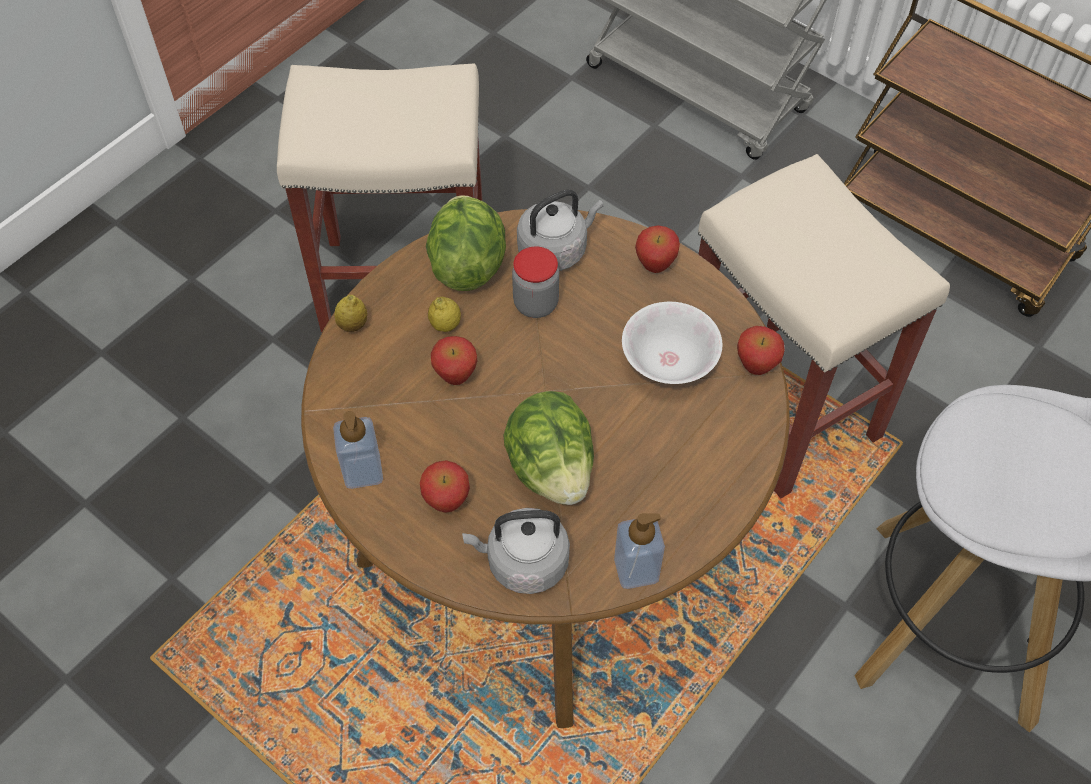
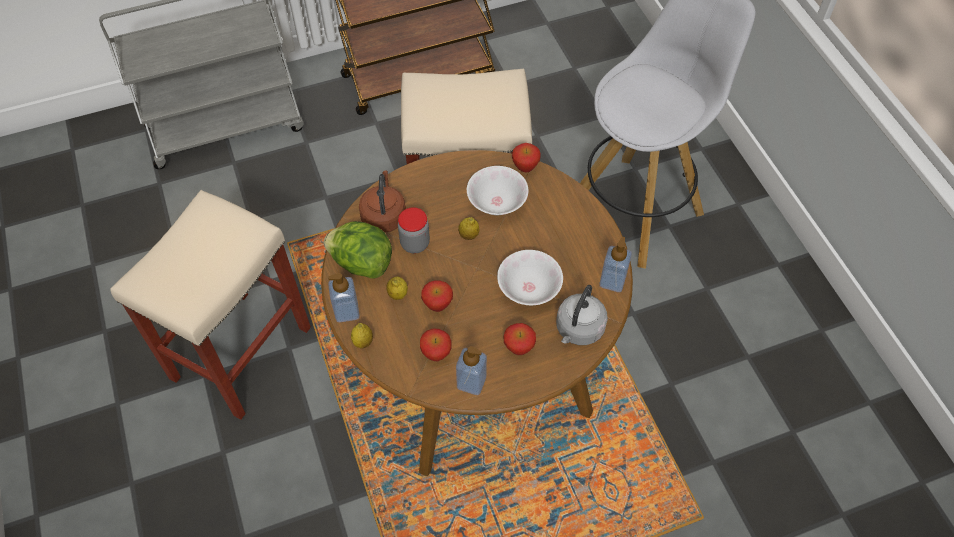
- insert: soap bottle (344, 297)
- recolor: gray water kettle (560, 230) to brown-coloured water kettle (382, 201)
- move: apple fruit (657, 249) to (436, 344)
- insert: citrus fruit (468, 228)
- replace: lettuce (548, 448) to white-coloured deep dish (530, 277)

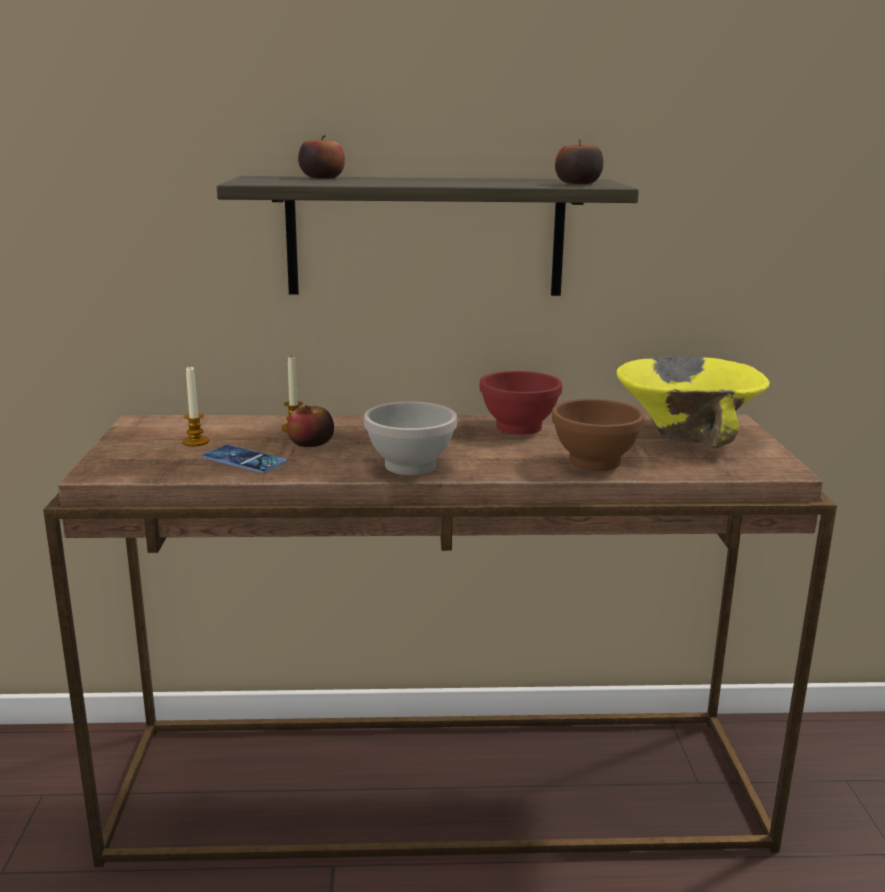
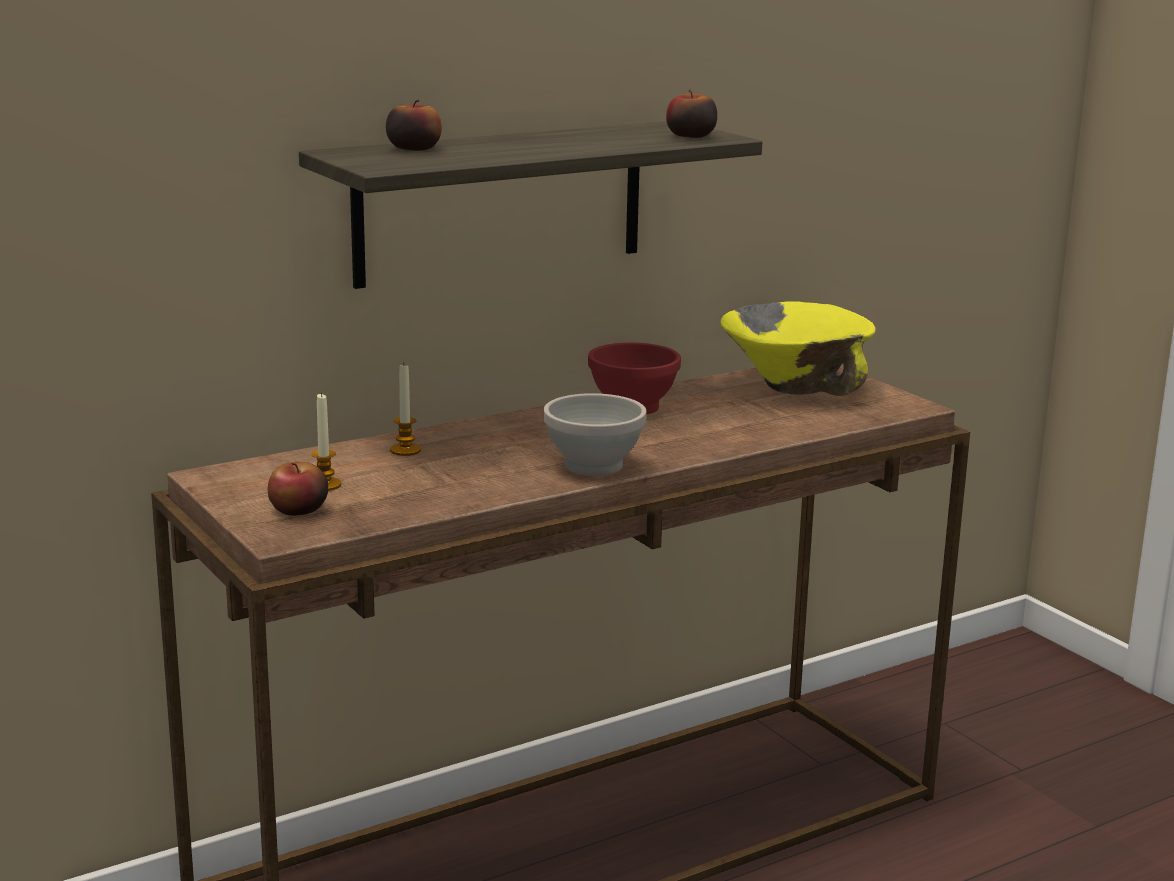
- move: apple fruit (310, 426) to (298, 489)
- delete: handset (244, 459)
- delete: brown-coloured deep dish (598, 435)

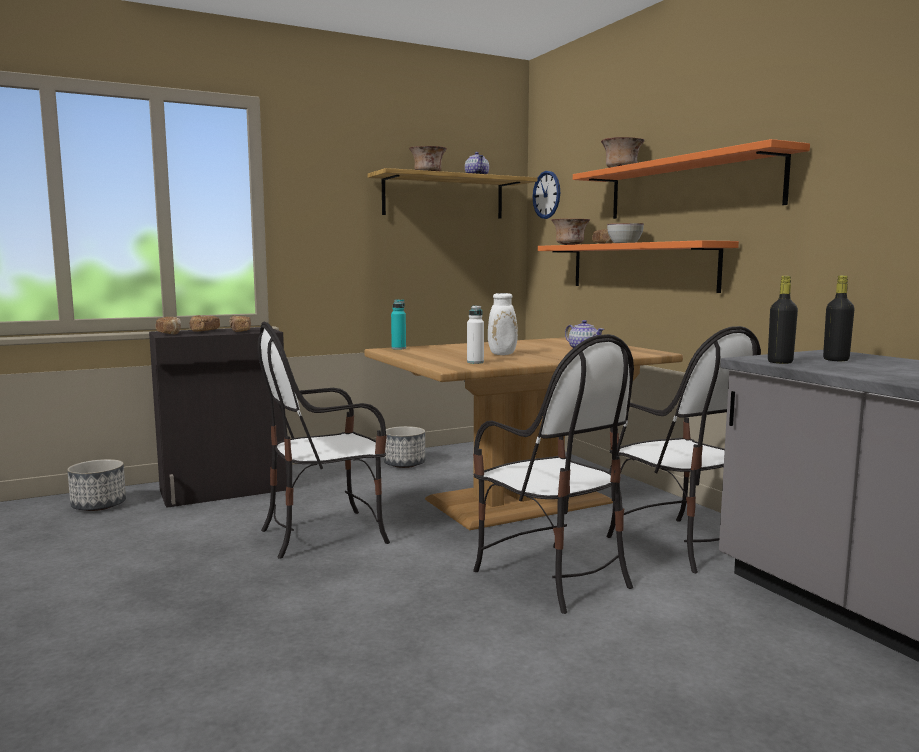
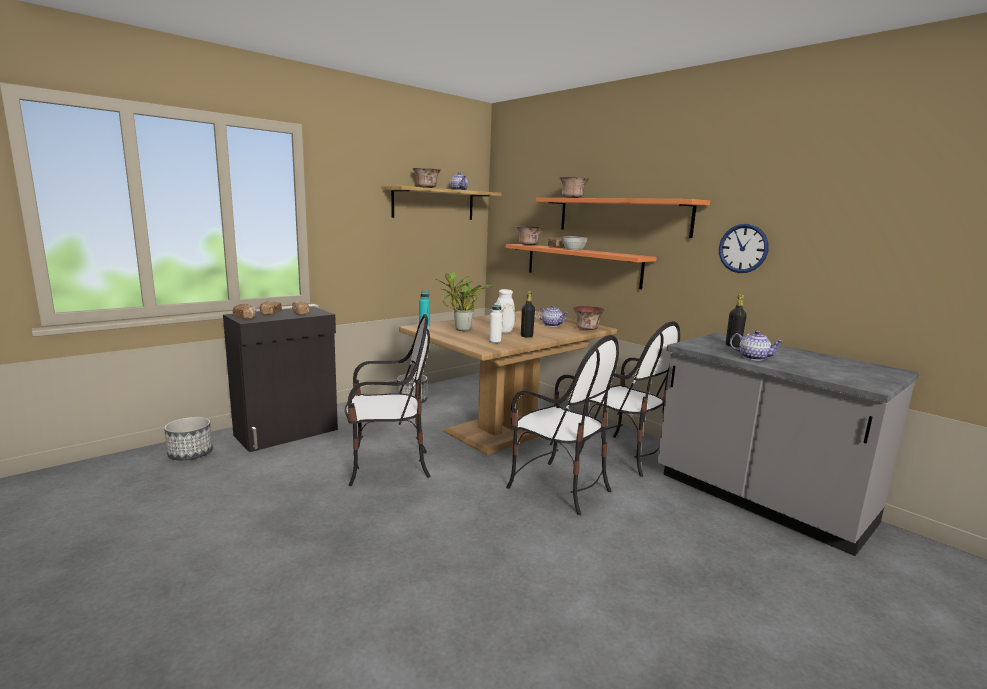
- rotate: upright chair (323, 440) = (388, 400) 150 degrees counterclockwise
- insert: houseplant (463, 301)
- move: blackish beverage bottle (783, 320) to (528, 314)
- insert: deep dish (589, 318)
- move: clock on the wall (546, 195) to (744, 248)
- insert: tea pot (757, 345)

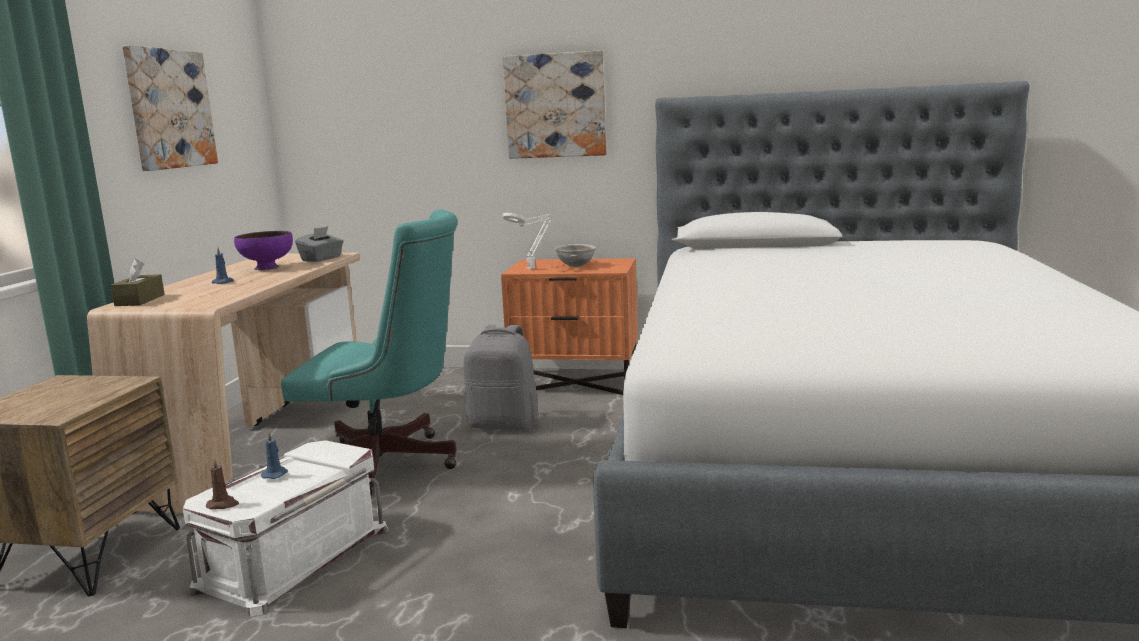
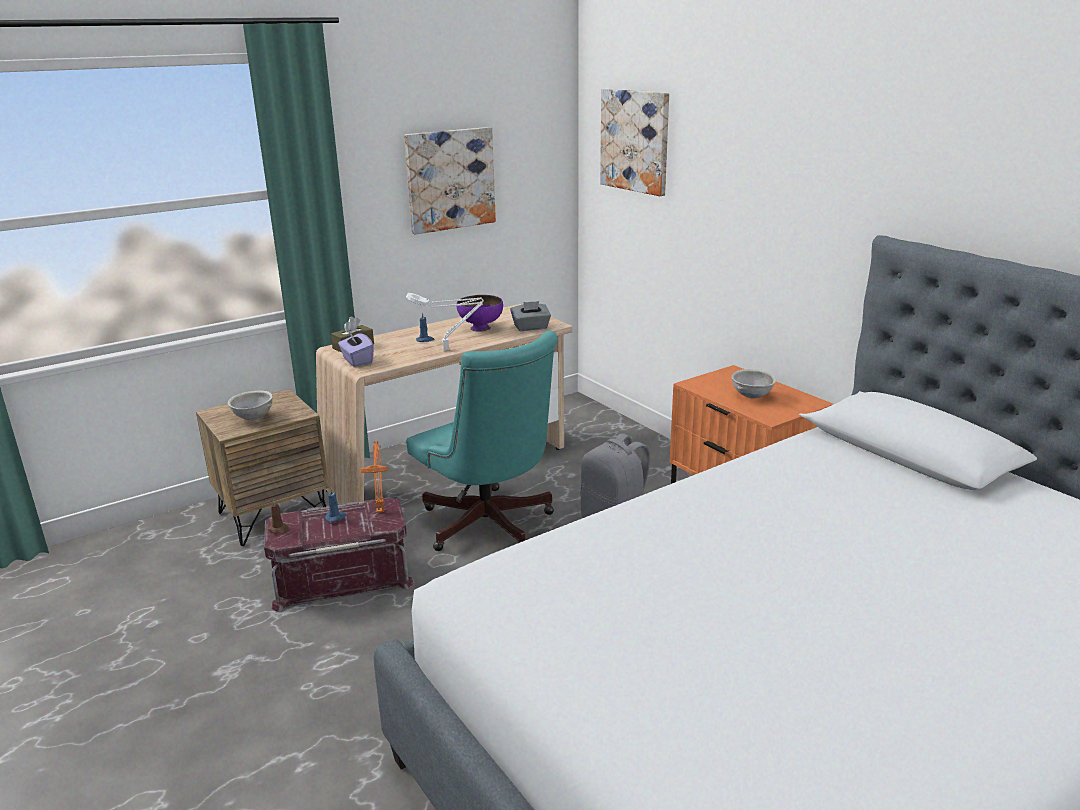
- insert: gray deep dish (250, 405)
- recolor: white-coloured storage box (286, 528) to reddish storage box (339, 554)
- insert: purple-coloured tissue box (356, 348)
- insert: orange-coloured table lamp (374, 477)
- move: white-coloured table lamp (527, 241) to (445, 322)
- move: wall picture (555, 104) to (634, 142)

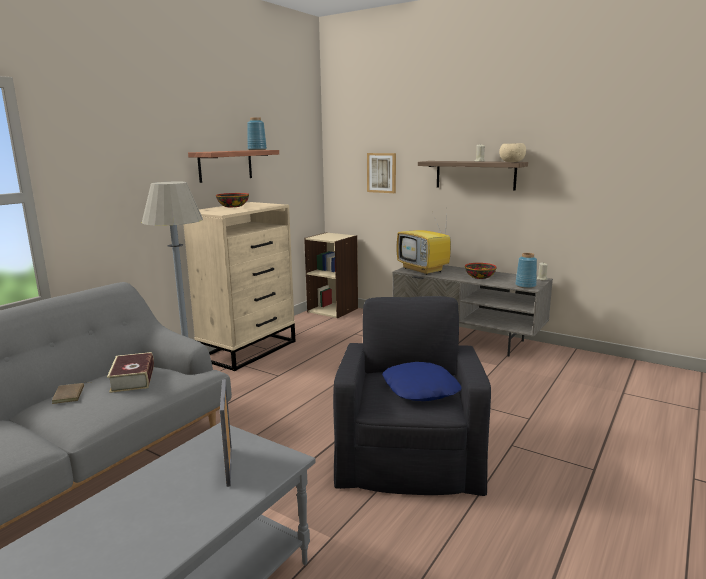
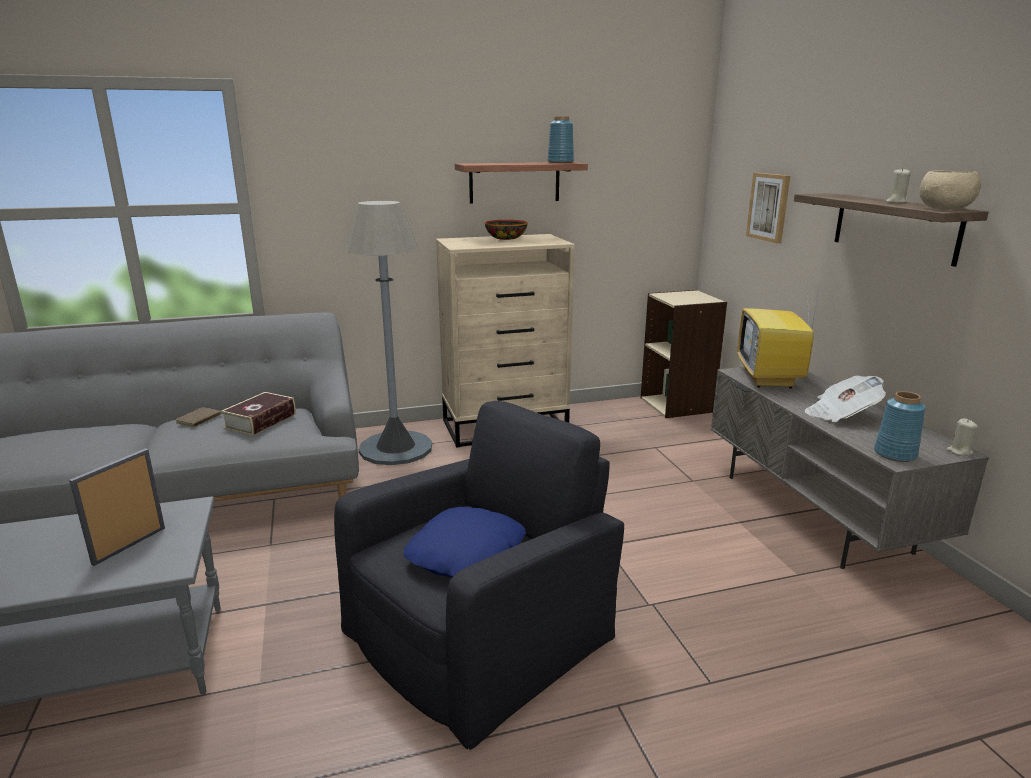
- replace: deep dish (481, 271) to newspaper (845, 399)

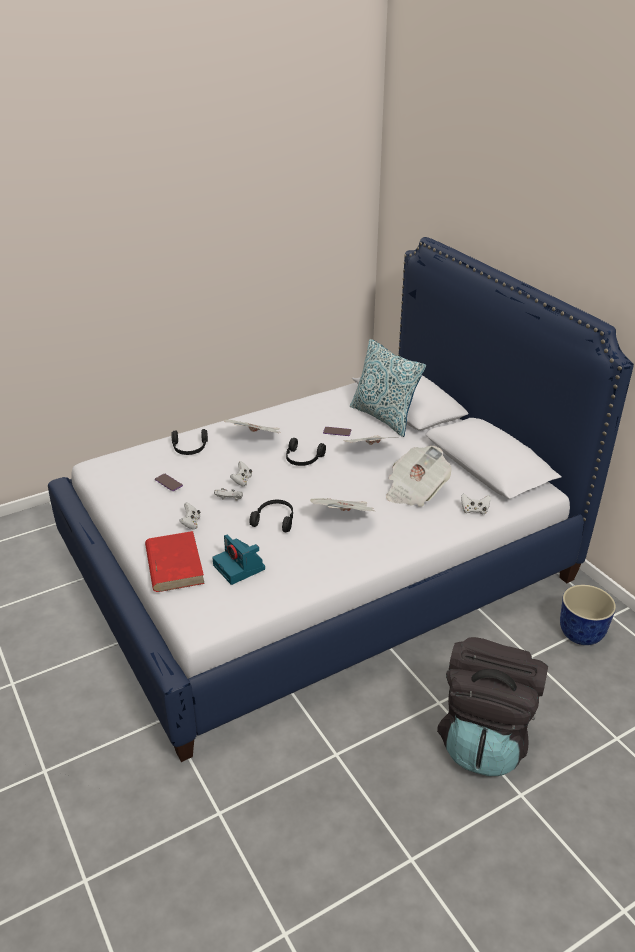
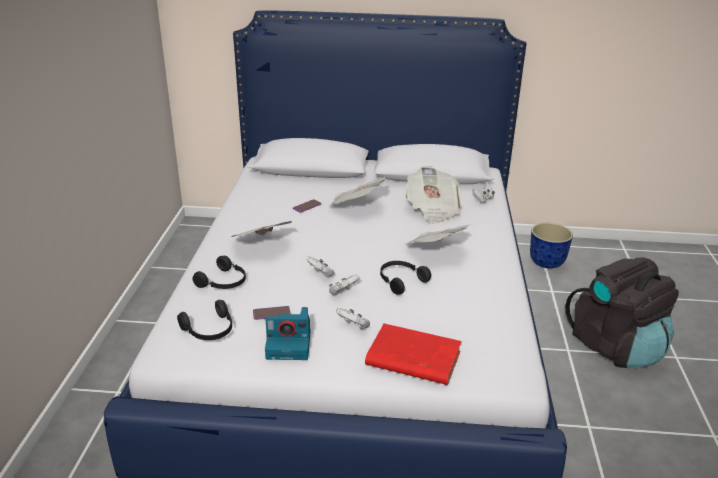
- move: blackish pair of headphones (306, 452) to (204, 320)
- move: still camera (238, 559) to (288, 333)
- delete: pillow (388, 388)

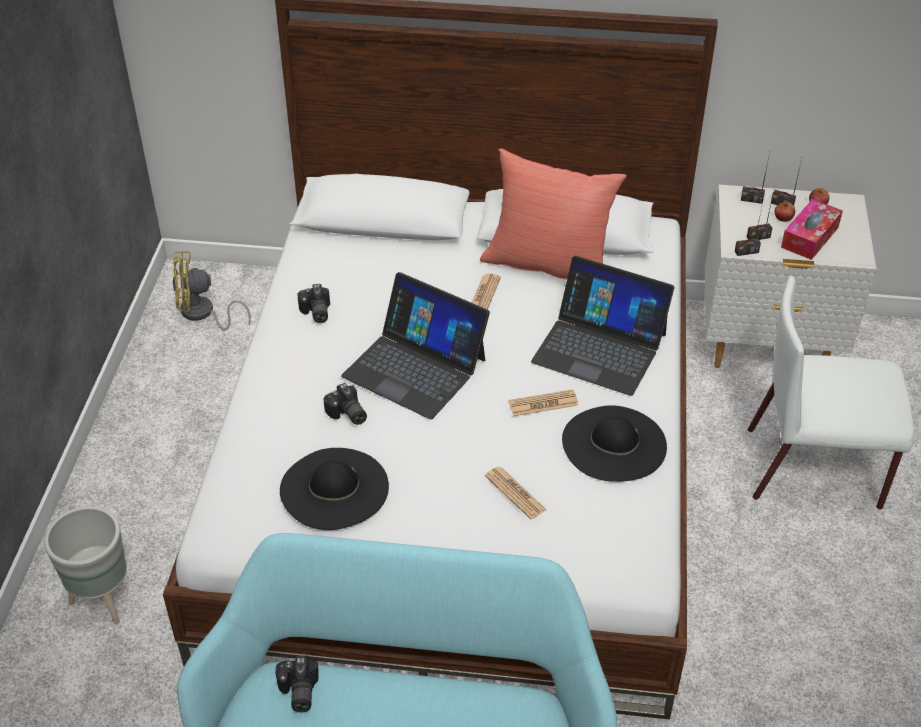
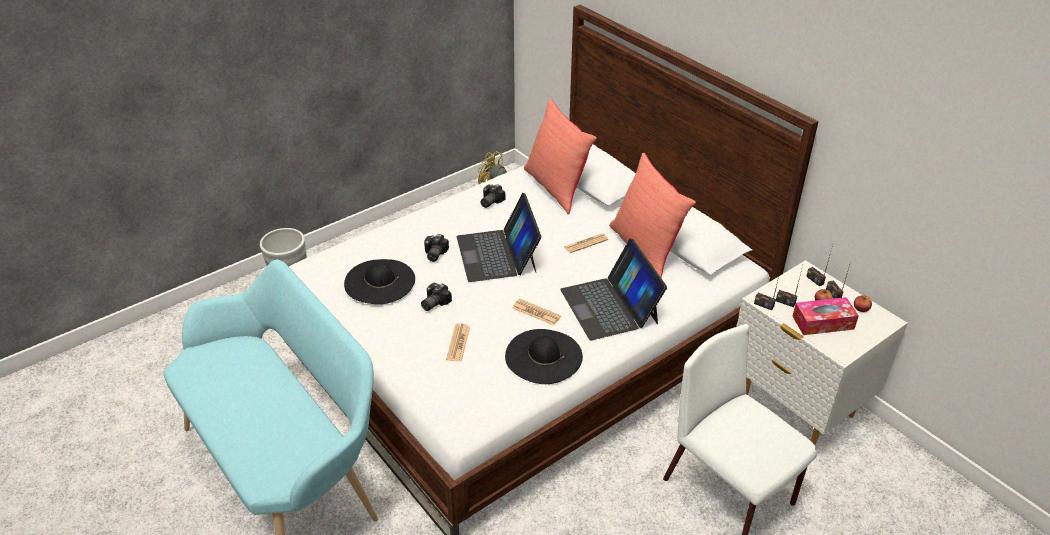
- move: still camera (297, 683) to (436, 297)
- insert: reddish pillow (560, 156)

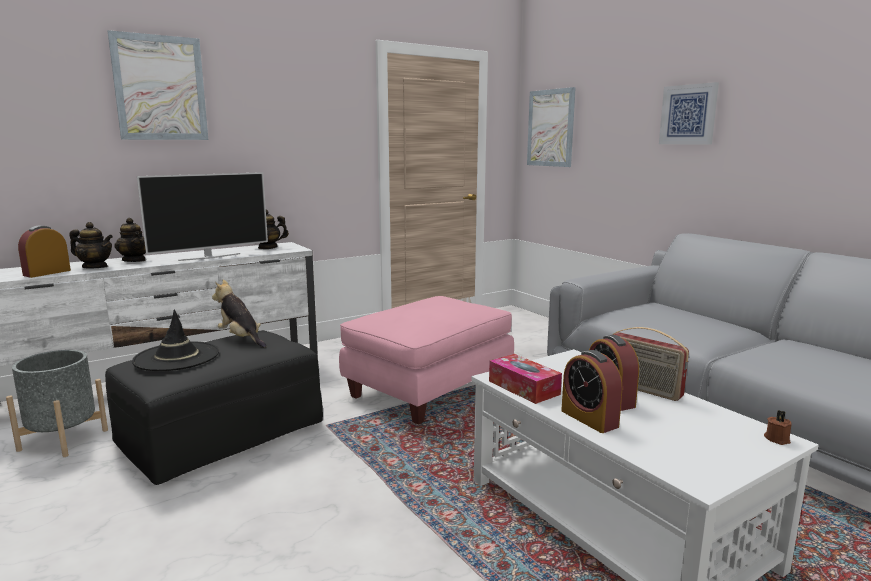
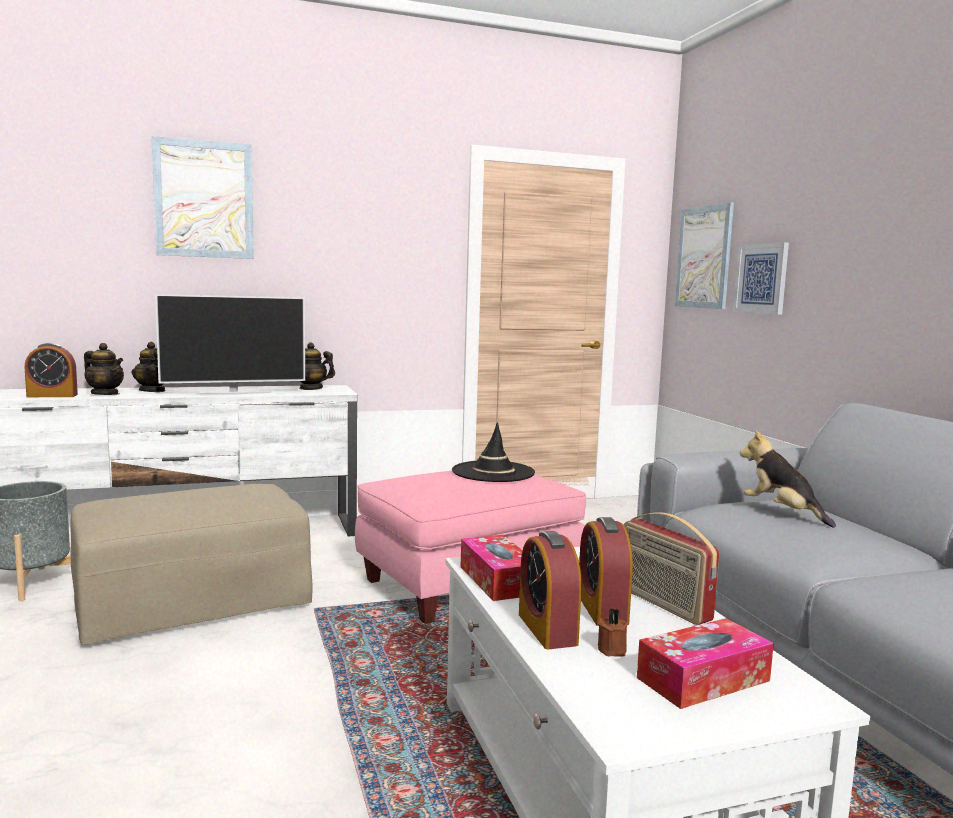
- rotate: table clock (44, 251) = (51, 370) 150 degrees counterclockwise
- recolor: blackish ottoman (214, 407) to sand-coloured ottoman (191, 564)
- move: blackish wearable hat (175, 340) to (493, 452)
- move: brown-coloured candle (778, 427) to (612, 632)
- insert: tissue box (705, 663)
- move: wall picture (689, 113) to (761, 278)
- move: plush toy (239, 314) to (788, 479)

